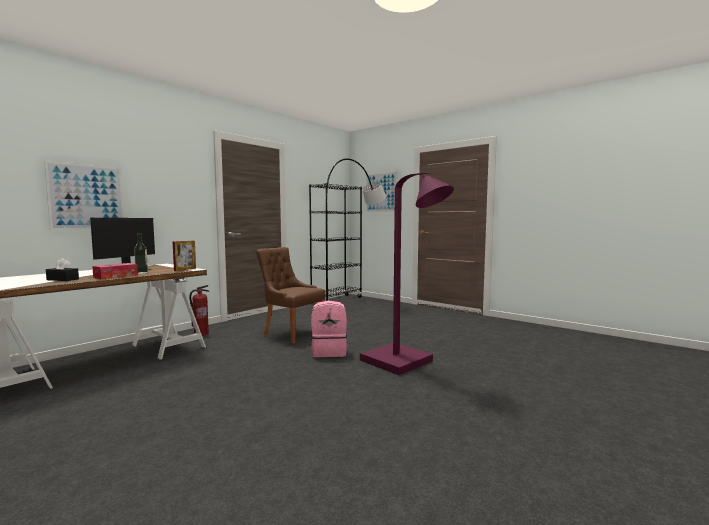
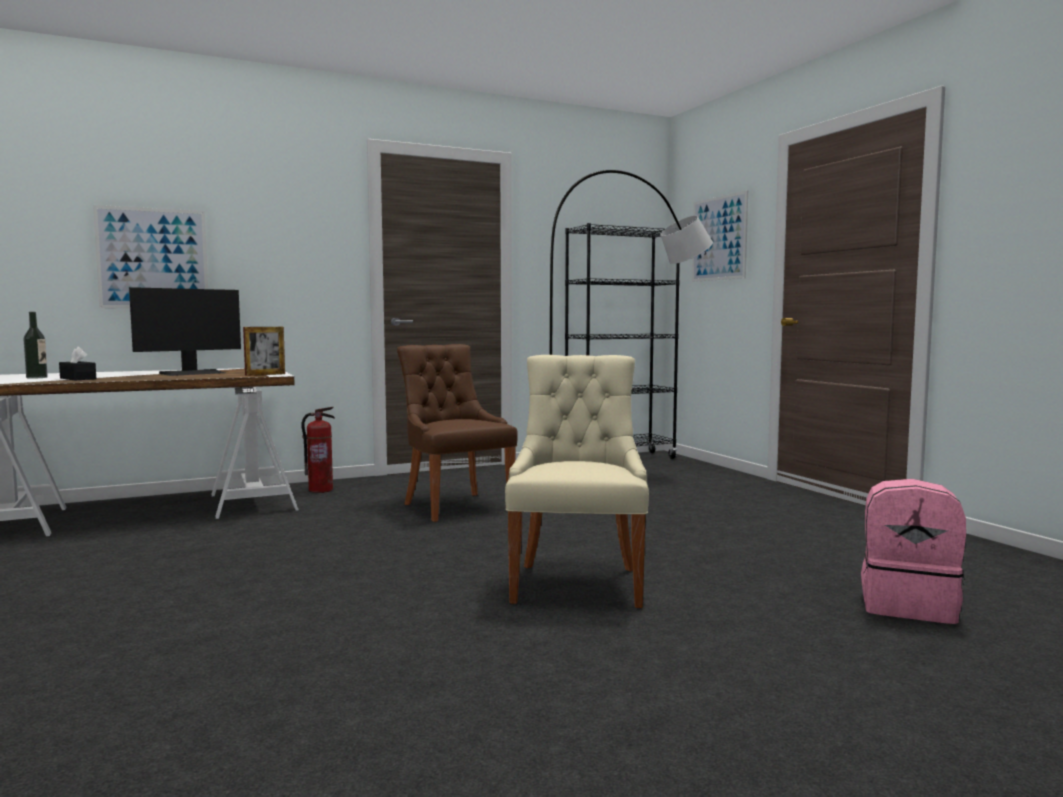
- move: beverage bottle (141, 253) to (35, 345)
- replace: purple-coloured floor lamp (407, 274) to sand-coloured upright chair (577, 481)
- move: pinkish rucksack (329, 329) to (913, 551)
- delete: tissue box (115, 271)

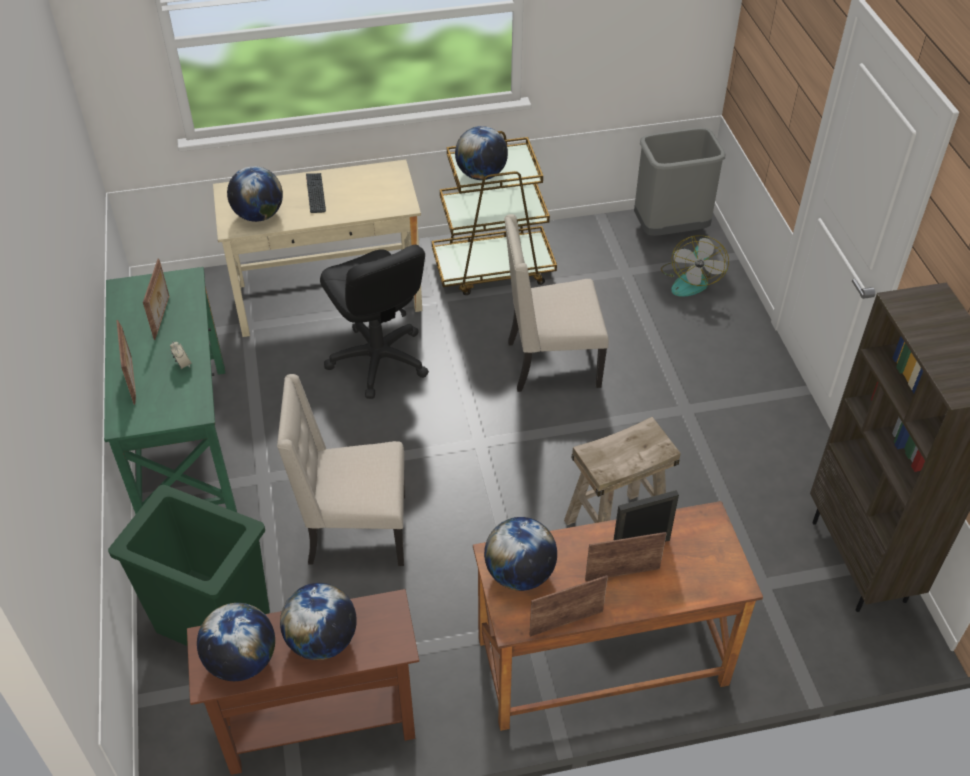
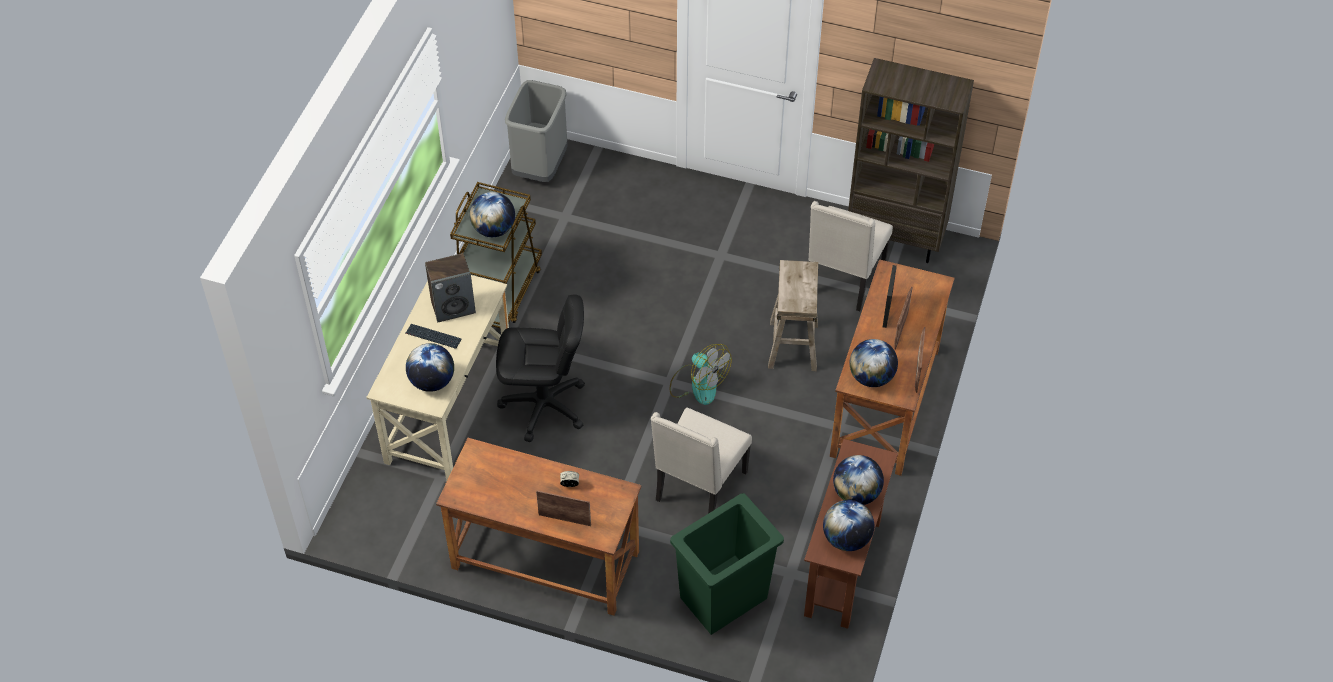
- insert: loudspeaker (450, 287)
- recolor: greenish desk (170, 390) to brown-coloured desk (538, 526)
- move: cooling fan (695, 266) to (701, 374)
- move: sand-coloured upright chair (556, 303) to (850, 256)
- delete: photo frame (156, 299)

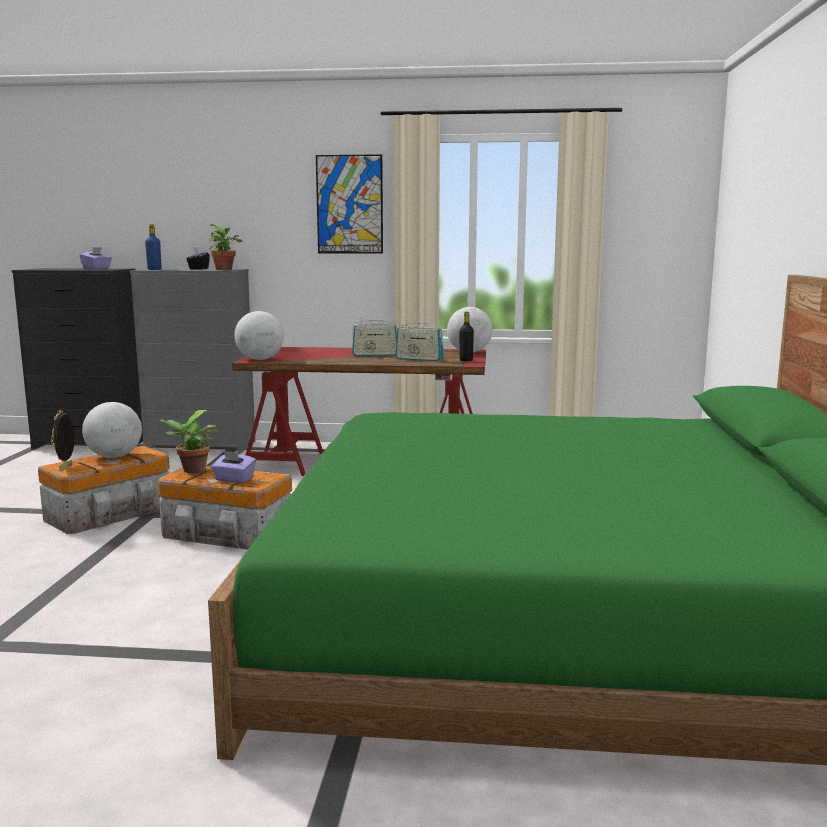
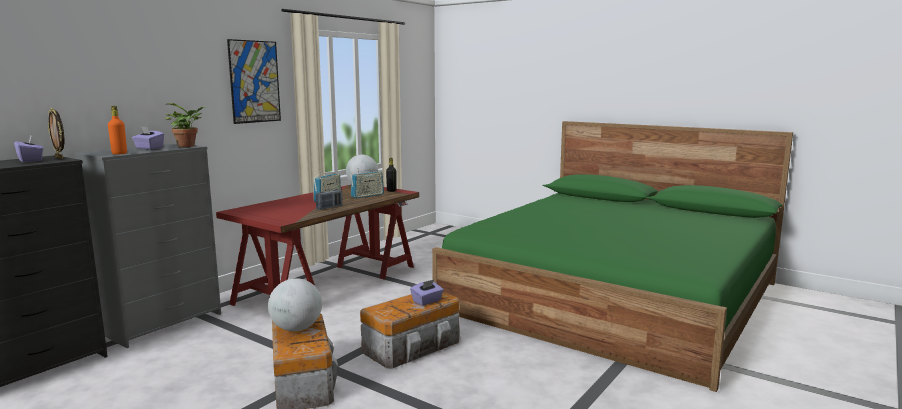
- move: photo frame (63, 440) to (56, 133)
- recolor: blue-coloured beverage bottle (153, 247) to orange-coloured beverage bottle (117, 130)
- recolor: blackish tissue box (198, 258) to purple-coloured tissue box (148, 138)
- insert: radio receiver (329, 199)
- delete: houseplant (187, 441)
- delete: world globe (259, 335)

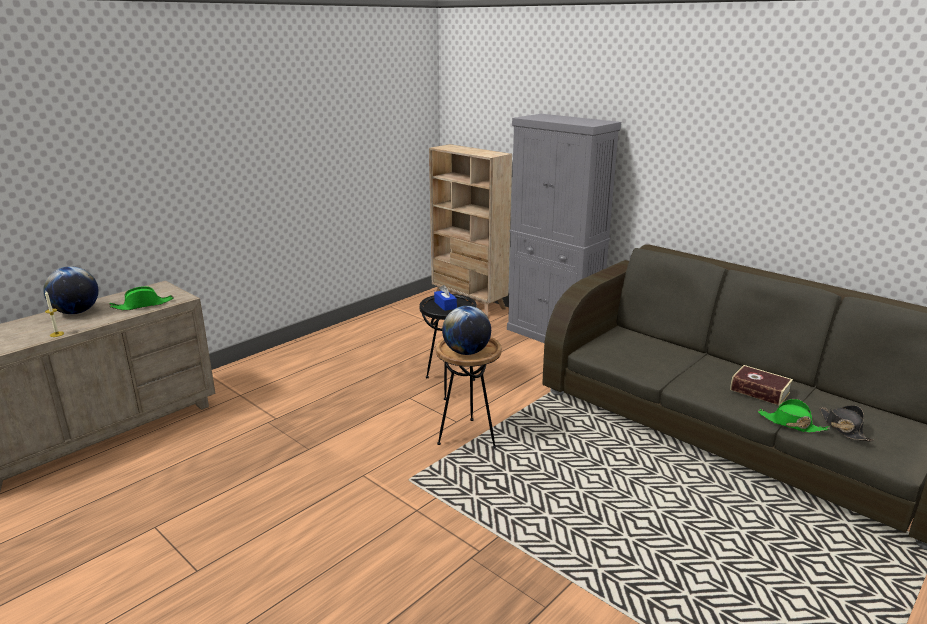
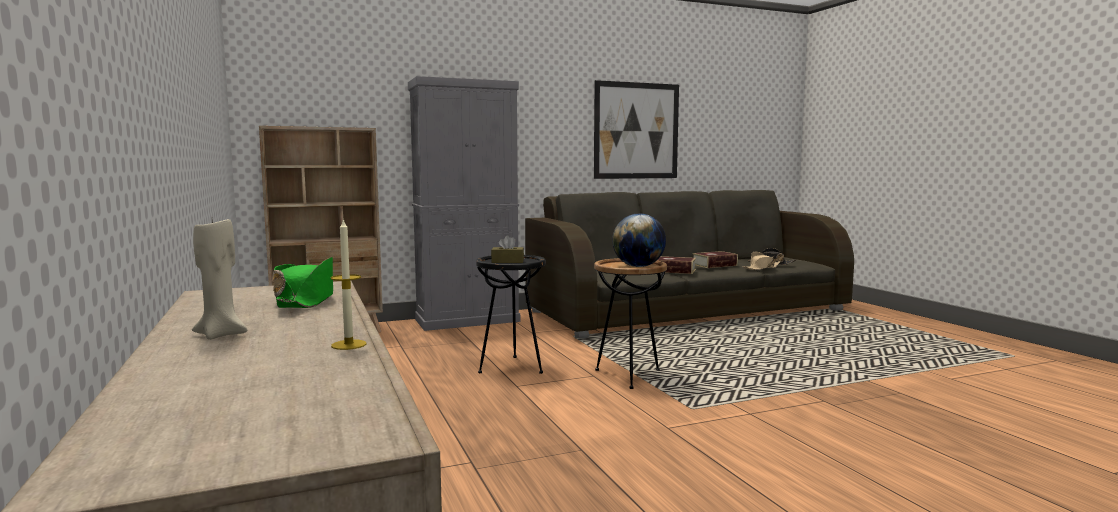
- replace: world globe (71, 290) to sand-coloured candle (220, 279)
- recolor: blue-coloured tissue box (445, 298) to brown-coloured tissue box (507, 249)
- insert: wall picture (636, 129)
- insert: bound book (677, 265)
- recolor: greenish wearable hat (793, 416) to sand-coloured wearable hat (762, 260)

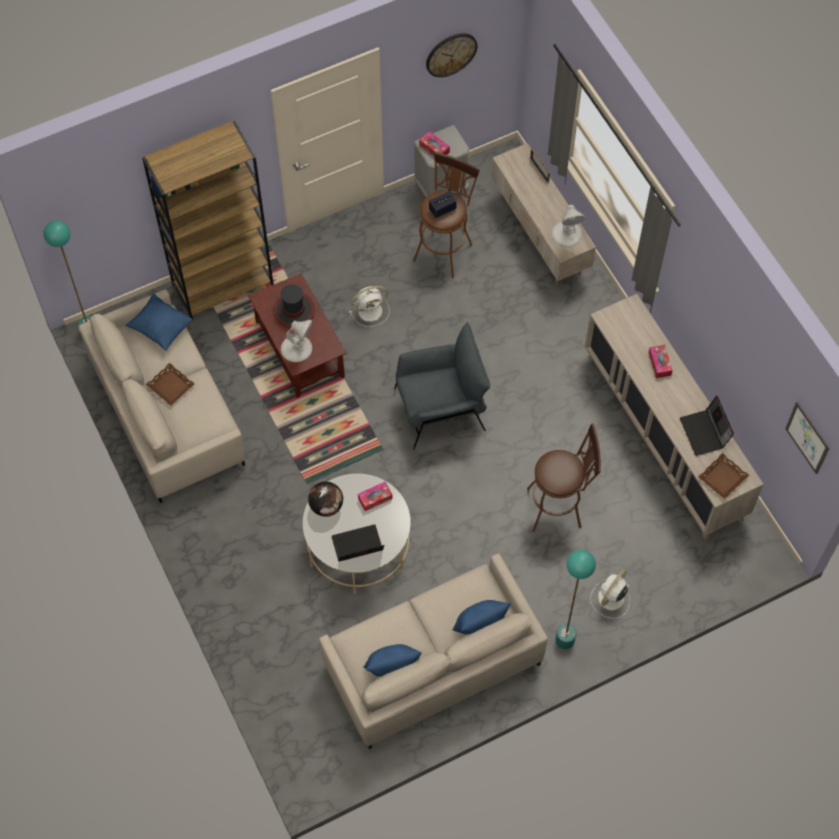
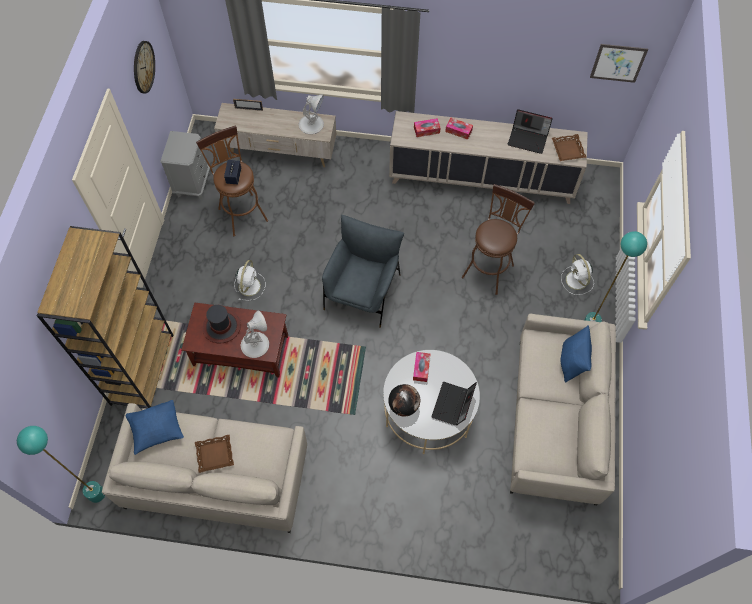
- move: tissue box (434, 144) to (427, 127)
- delete: blue-coloured pillow (392, 660)

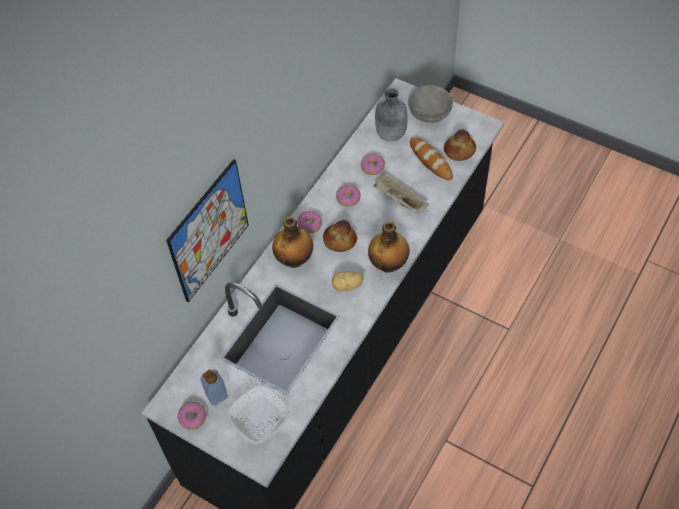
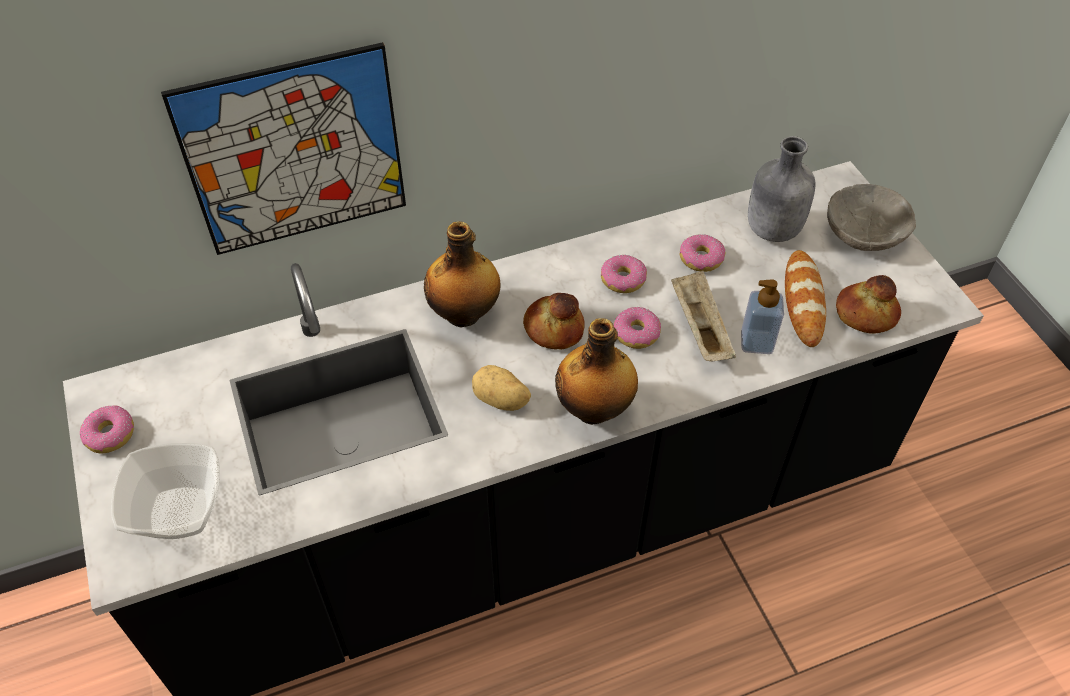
- move: donut (309, 222) to (637, 328)
- move: soap bottle (214, 388) to (762, 316)

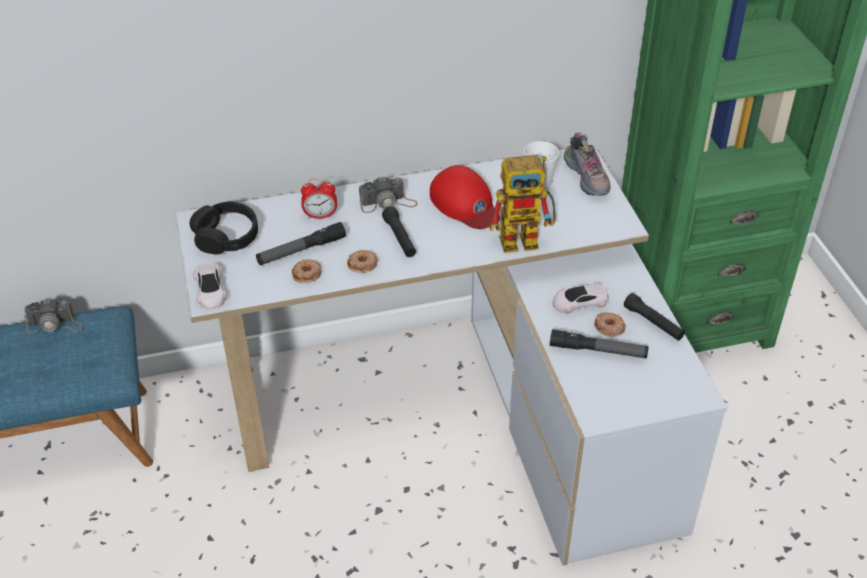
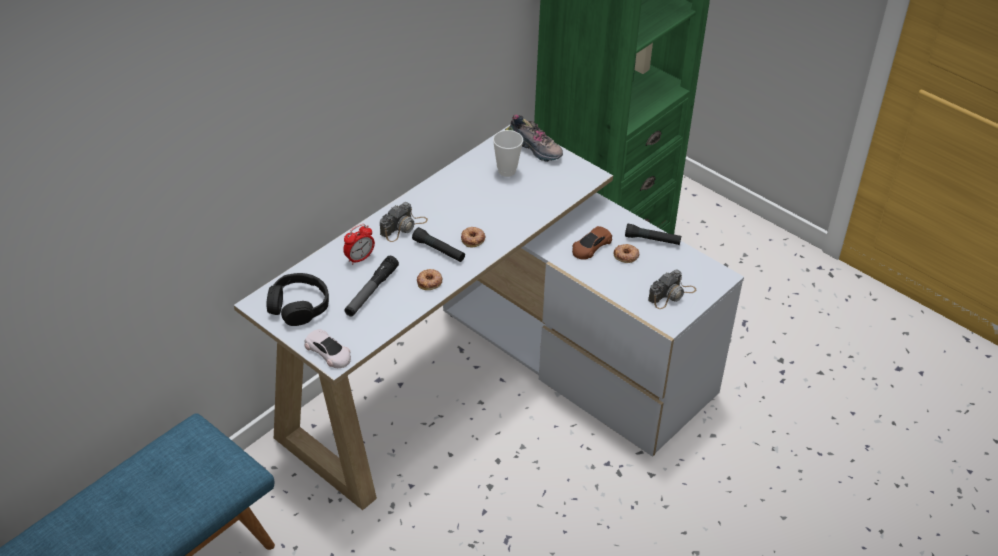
- move: donut (307, 271) to (473, 237)
- recolor: white-coloured miniature car (580, 298) to brown-coloured miniature car (592, 243)
- move: still camera (53, 315) to (672, 289)
- delete: reddish baseball cap (465, 197)
- delete: model robot (523, 204)
- delete: flashlight (599, 343)

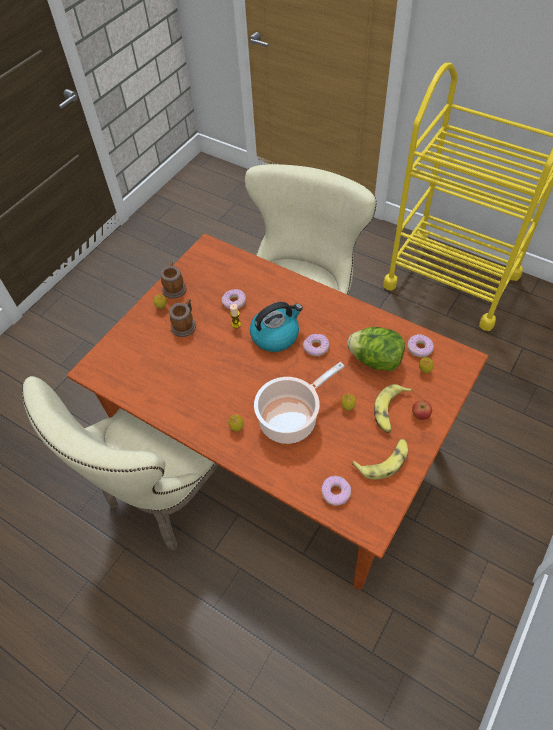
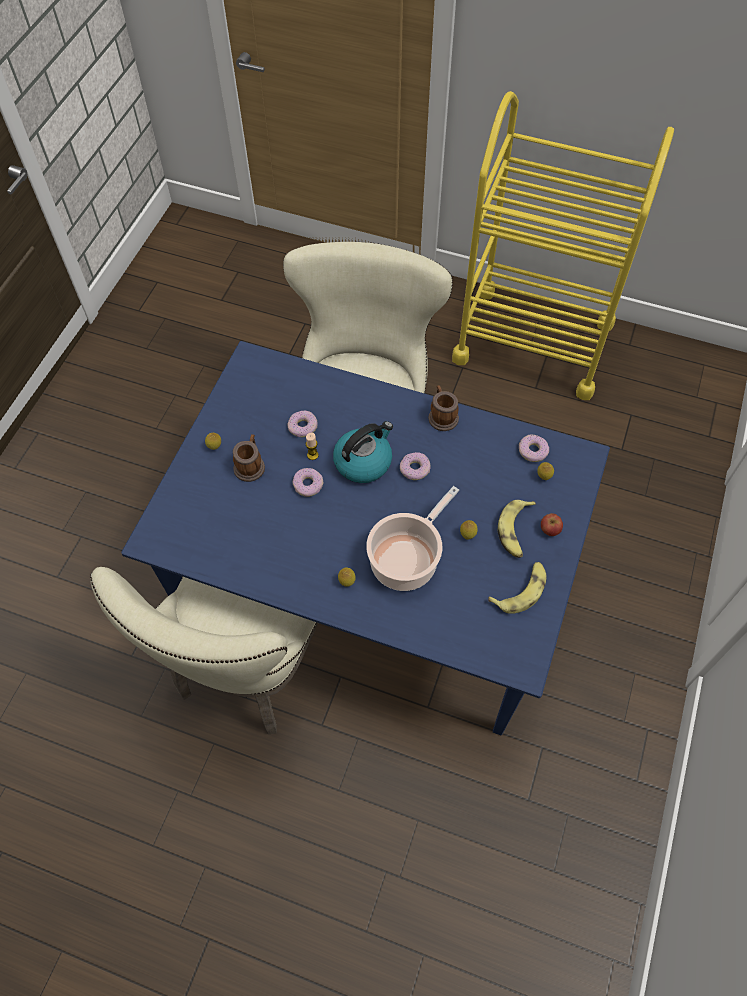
- recolor: brown-coloured kitchen table (277, 412) to blue-coloured kitchen table (365, 538)
- move: donut (336, 491) to (308, 482)
- move: coffee mug (173, 280) to (443, 408)
- delete: lettuce (376, 349)

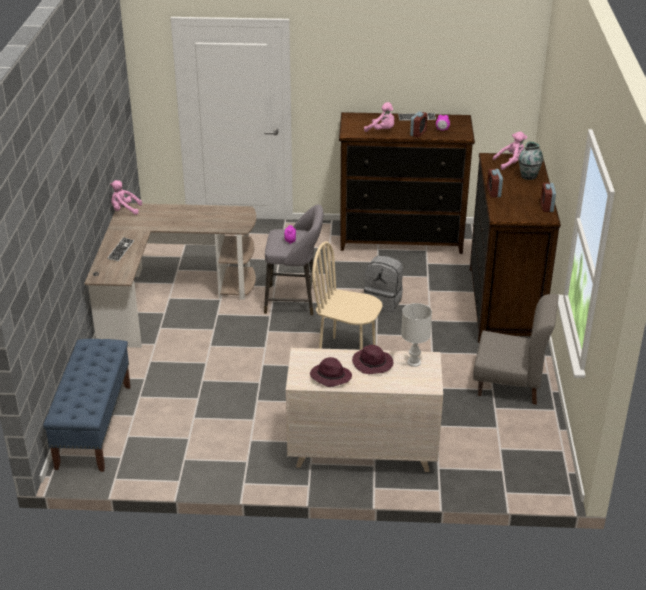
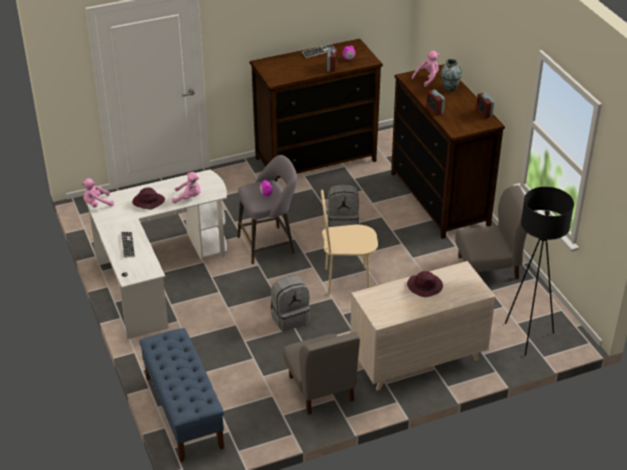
- recolor: brown-coloured desk (170, 275) to white-coloured desk (156, 254)
- move: purple-coloured wearable hat (331, 372) to (148, 198)
- move: pinkish plush toy (379, 117) to (186, 188)
- insert: gray rucksack (290, 304)
- insert: gray upright chair (321, 373)
- insert: blackish floor lamp (539, 271)
- delete: white-coloured table lamp (416, 335)

